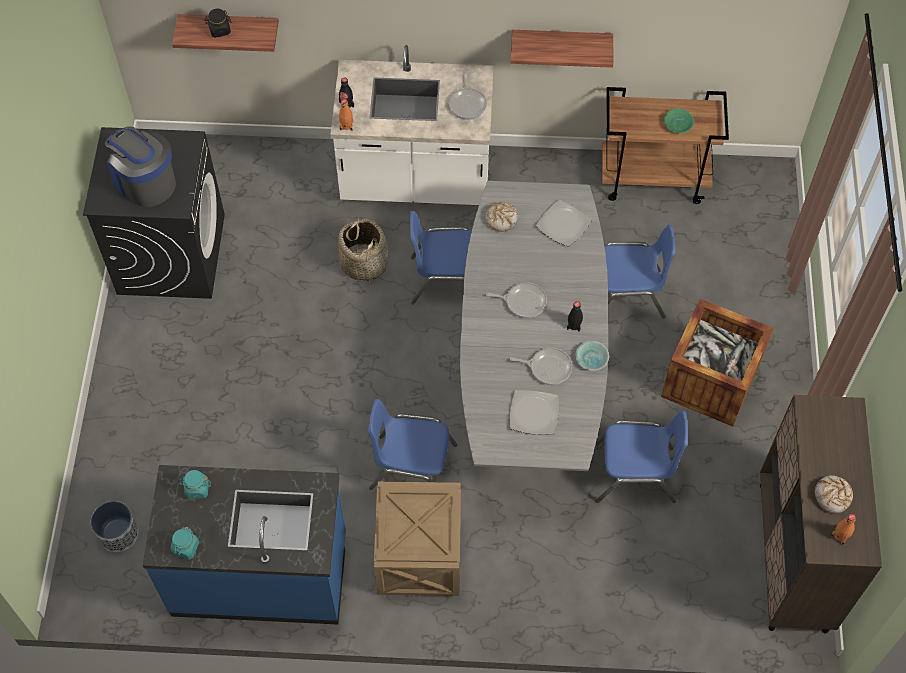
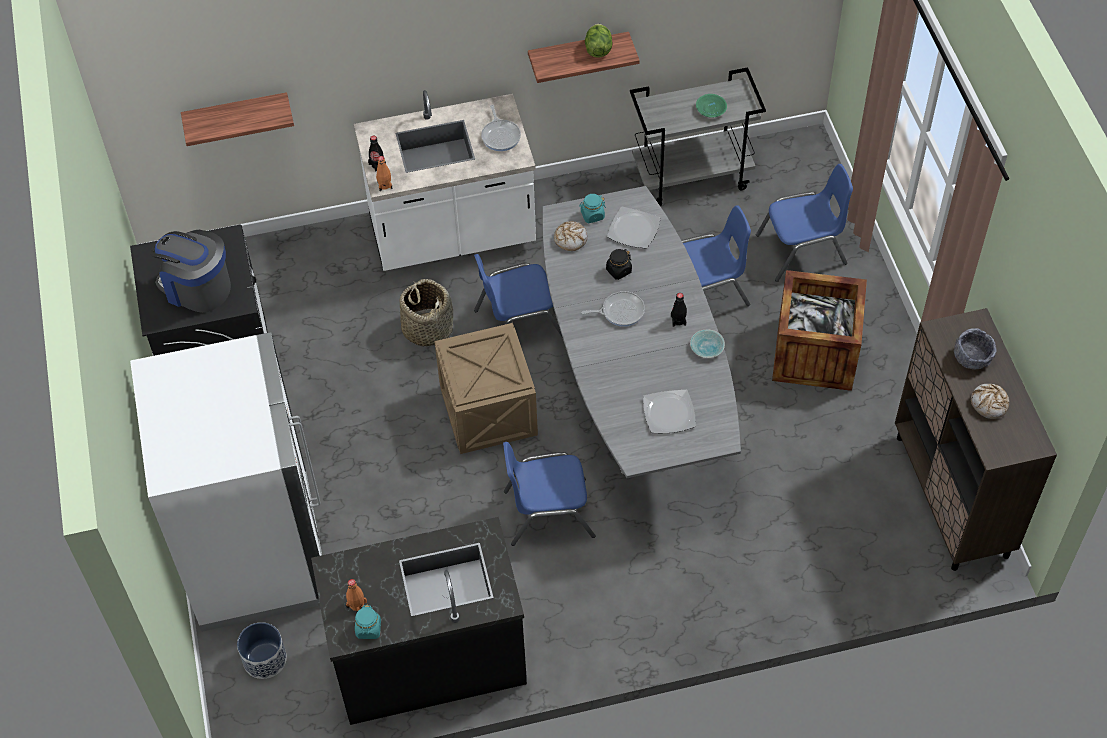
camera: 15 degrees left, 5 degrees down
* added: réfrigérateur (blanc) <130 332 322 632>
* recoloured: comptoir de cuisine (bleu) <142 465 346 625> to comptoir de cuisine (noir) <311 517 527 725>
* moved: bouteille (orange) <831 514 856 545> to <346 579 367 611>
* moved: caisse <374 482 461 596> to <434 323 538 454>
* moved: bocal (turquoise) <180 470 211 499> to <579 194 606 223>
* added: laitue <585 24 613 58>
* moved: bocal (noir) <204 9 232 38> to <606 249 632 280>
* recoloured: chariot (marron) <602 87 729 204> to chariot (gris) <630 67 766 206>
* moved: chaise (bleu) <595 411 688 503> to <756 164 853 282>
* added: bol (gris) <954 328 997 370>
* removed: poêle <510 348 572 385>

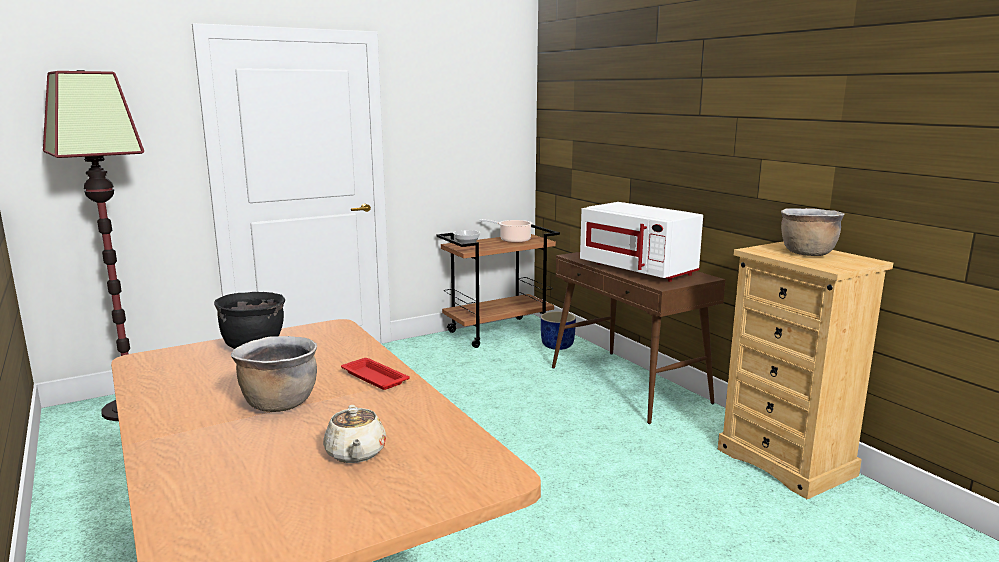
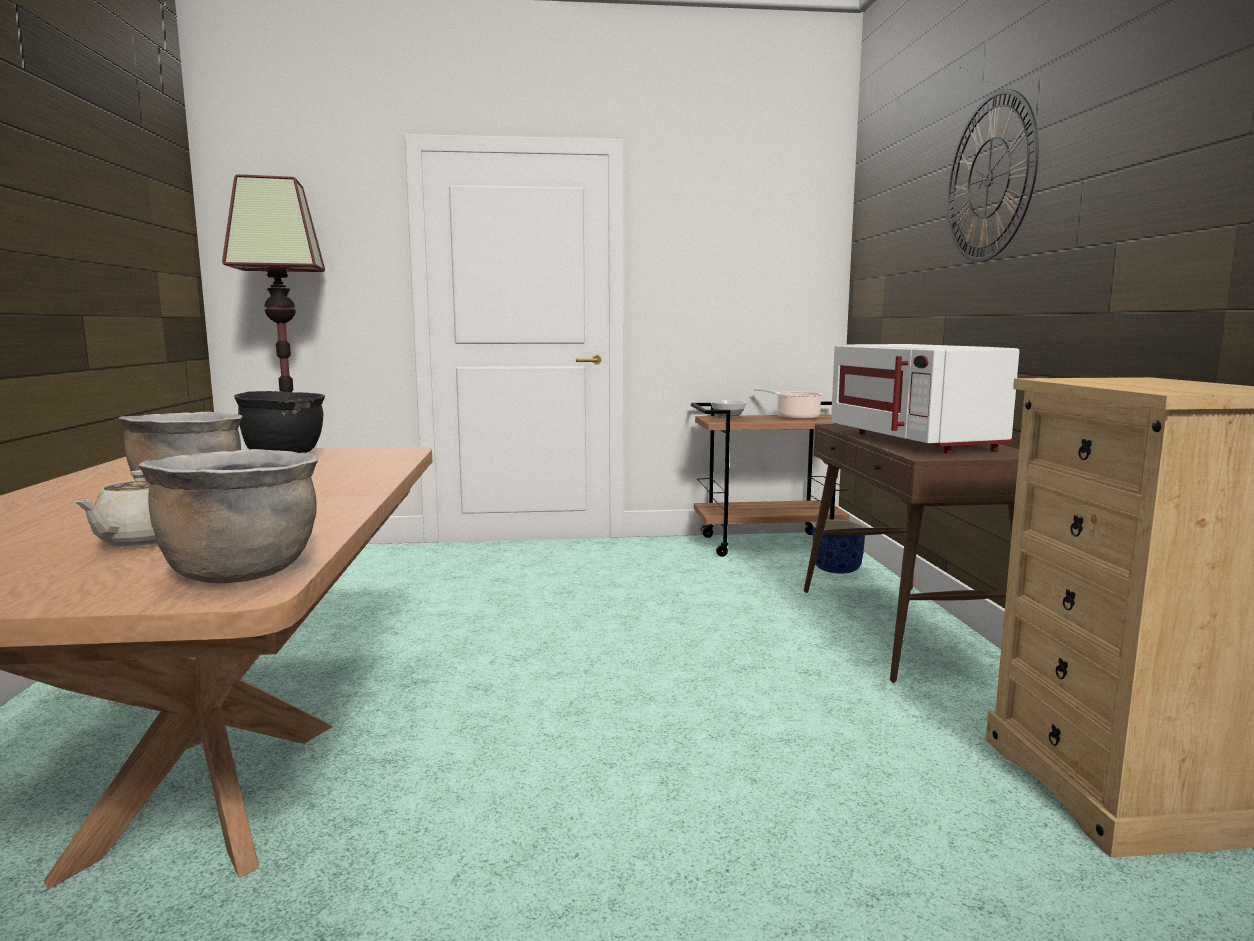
camera: 25 degrees right, 5 degrees down
* moved: marmite (marron) <781 208 845 256> to <139 449 318 583>
* added: horloge murale <947 89 1039 262>
* removed: plateau (rouge) <341 358 410 390>

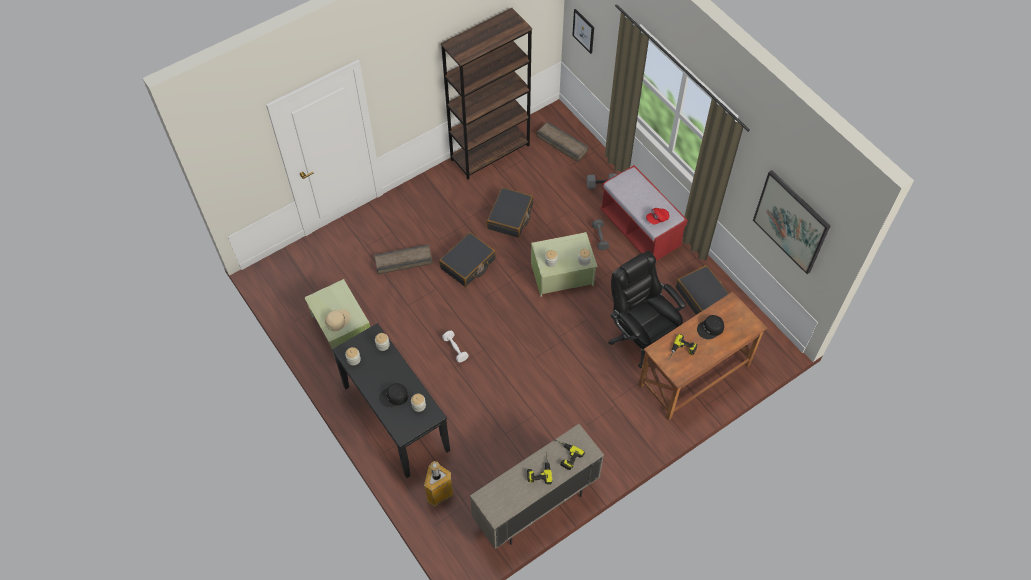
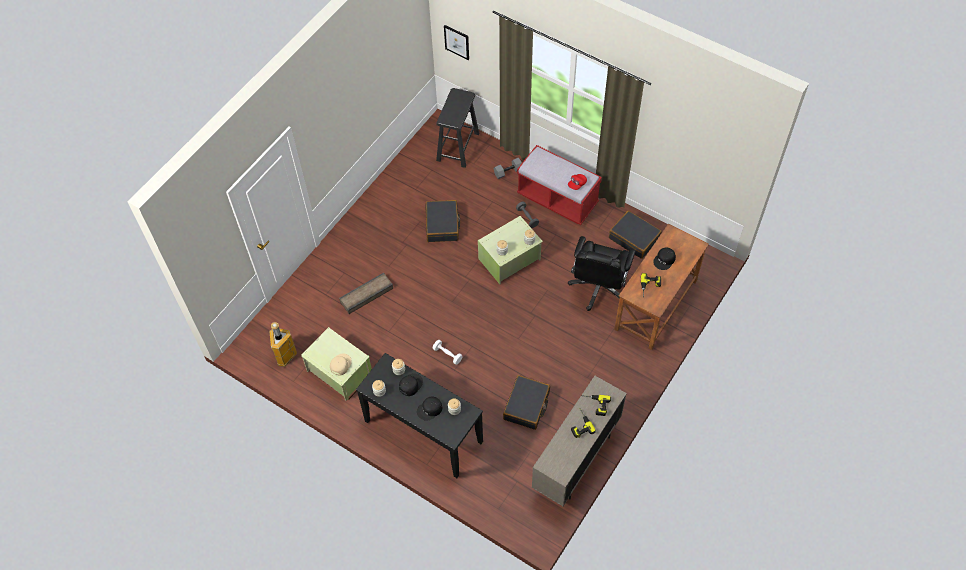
camera: 20 degrees left, 0 degrees up
* moved: poubelle <424 461 453 507> to <269 322 297 367>
* added: casquette (noir) <399 373 423 396>
* replaced: caisse <537 122 588 162> to tabouret (noir) <436 88 479 168>
* moved: valise (noir) <439 232 496 287> to <503 375 550 430>
* turned: chaise de bureau (noir) <608 251 686 368> = <568 236 635 311> 105 degrees counterclockwise
* removed: bibliothèque (marron) <441 8 532 179>
* removed: tableau <753 170 830 274>

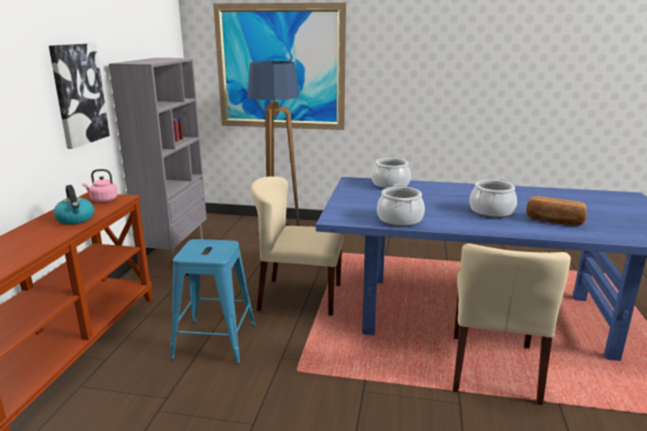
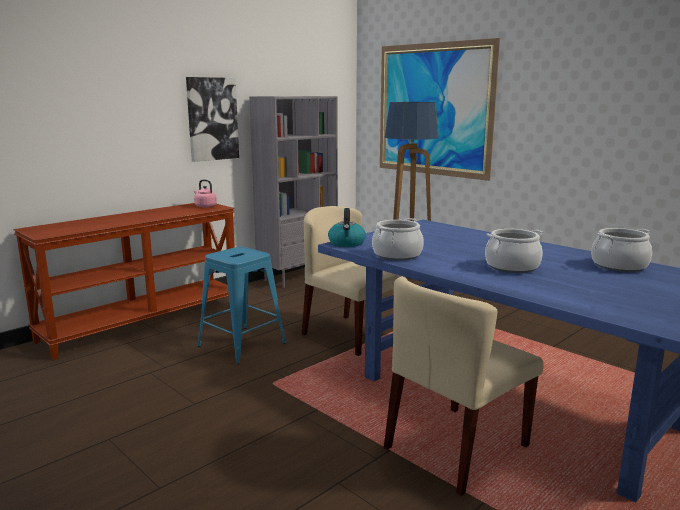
camera: 35 degrees right, 5 degrees down
* moved: bouilloire <53 185 94 224> to <328 208 366 247>
* moved: marmite <372 157 411 189> to <591 228 652 272>
* removed: pain <526 196 587 226>

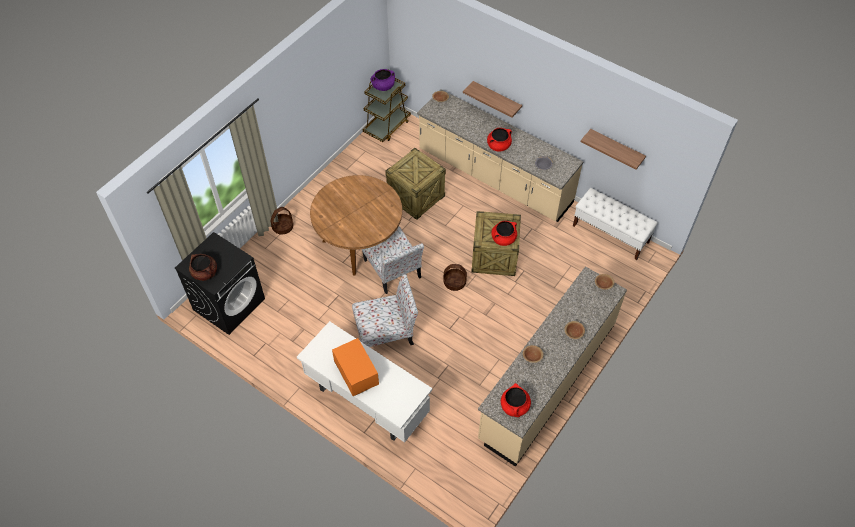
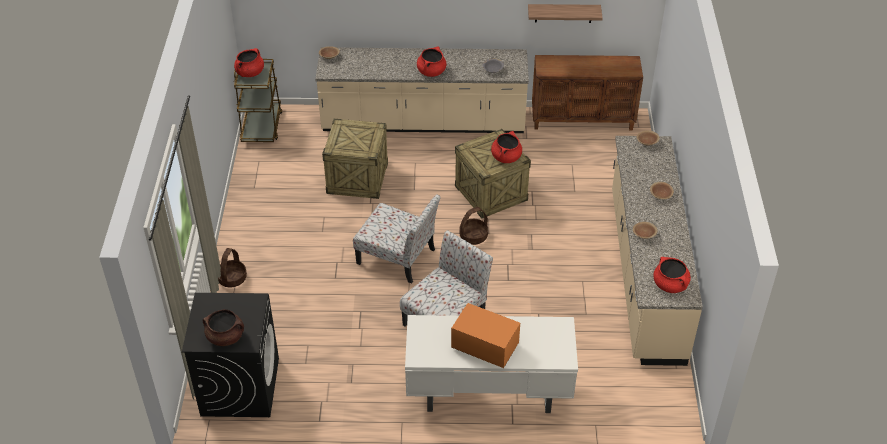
camera: 35 degrees left, 10 degrees down
* recoloured: marmite (violet) <371 69 395 91> to marmite (rouge) <234 48 264 77>
* replaced: banc (blanc) <573 188 658 260> to meuble de rangement (marron) <532 55 643 130>
* removed: table à manger (marron) <310 175 402 276>
* removed: étagère <463 81 522 117>

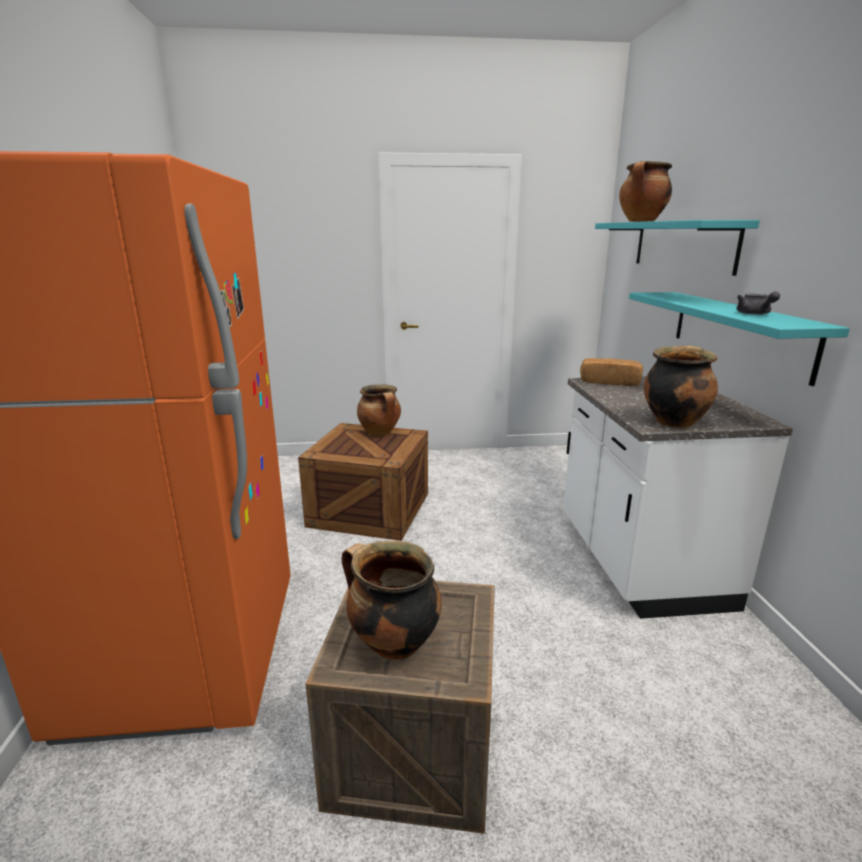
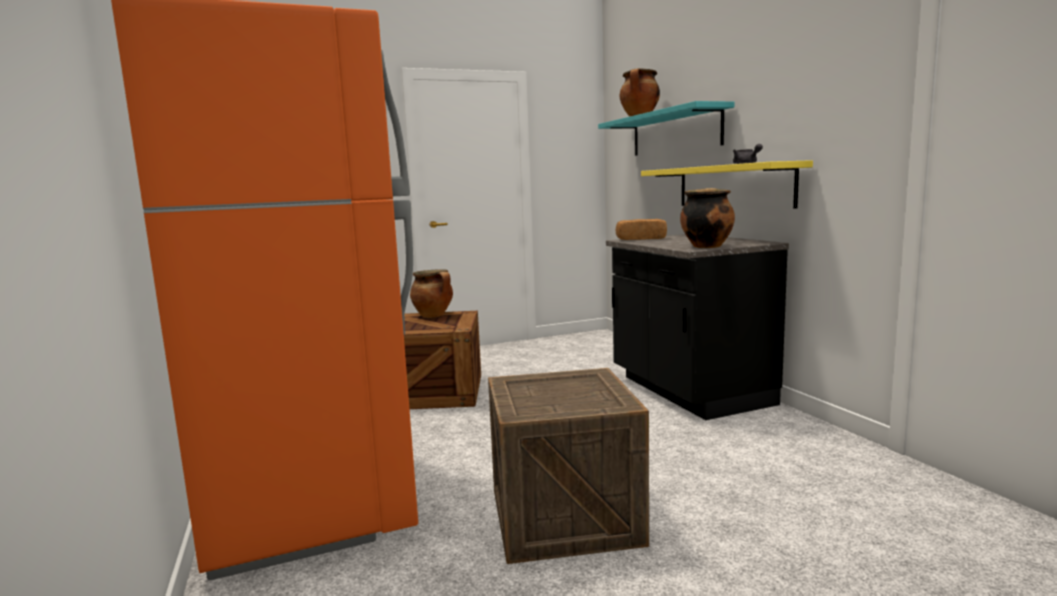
camera: 15 degrees left, 10 degrees down
* recoloured: comptoir de cuisine (blanc) <563 376 793 619> to comptoir de cuisine (noir) <606 234 789 420>
* recoloured: étagère (turquoise) <629 292 850 386> to étagère (jaune) <641 160 813 208>
* removed: marmite <342 541 442 660>

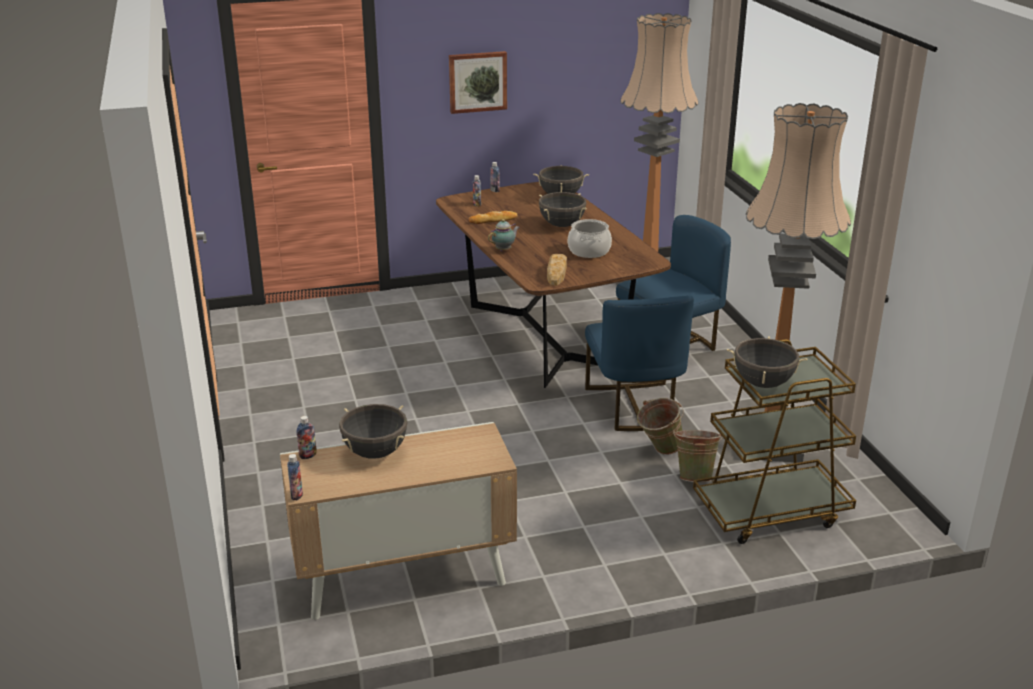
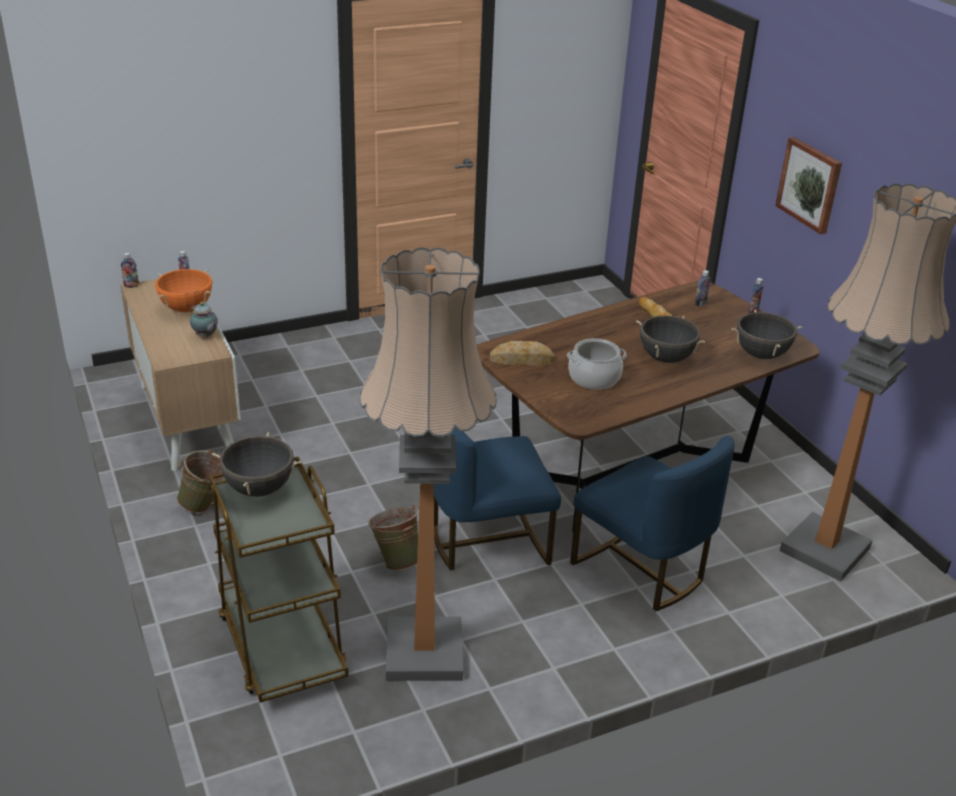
camera: 80 degrees right, 5 degrees up
* recoloured: marmite (noir) <339 404 408 459> to marmite (orange) <155 269 212 312>
* moved: seau (vert) <673 430 723 482> to <177 449 226 513>
* moved: théière <488 219 520 251> to <190 302 219 337>

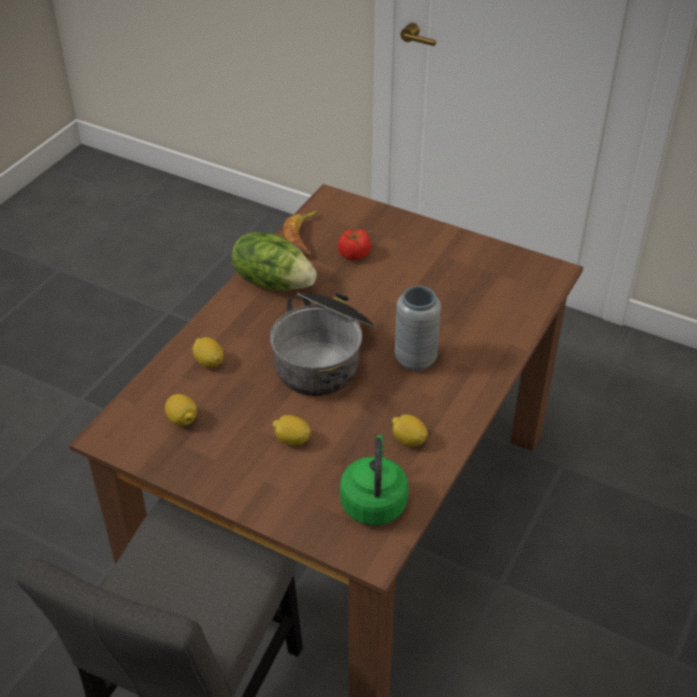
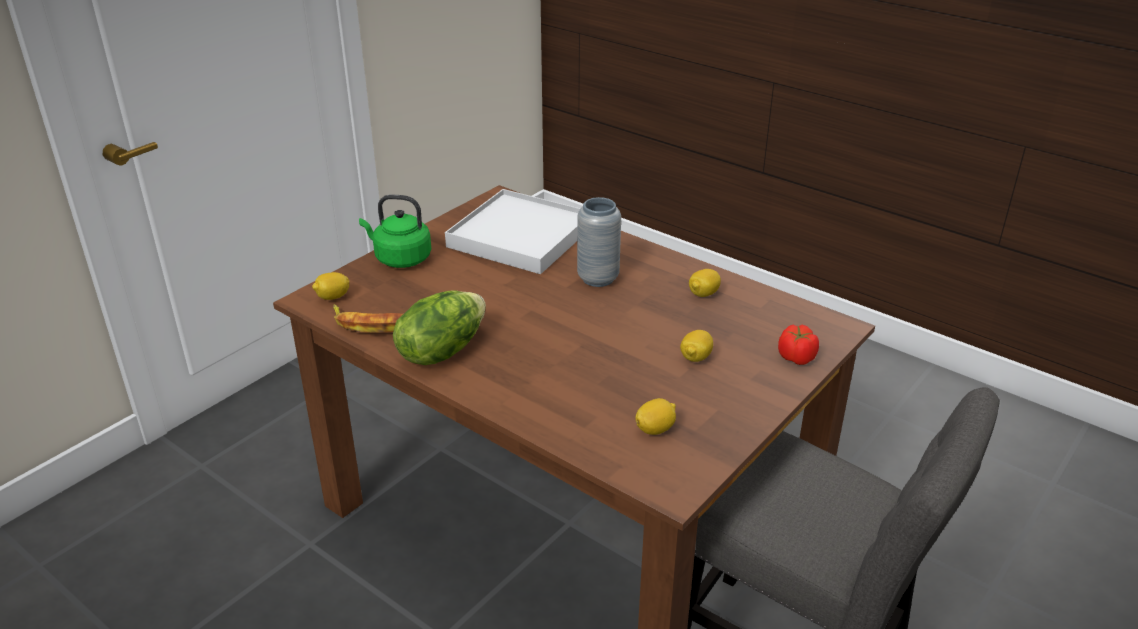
camera: 80 degrees left, 10 degrees down
* moved: citron <193 337 223 368> to <312 272 350 300>
* moved: bouilloire (vert) <340 435 409 525> to <359 195 431 268>
* added: plateau (blanc) <445 189 581 274>
* moved: tomate <338 229 371 260> to <778 324 819 365>
* removed: marmite <270 293 376 396>

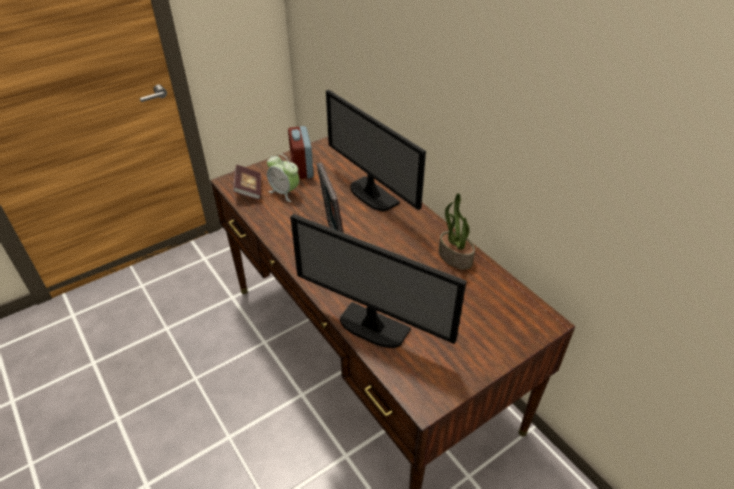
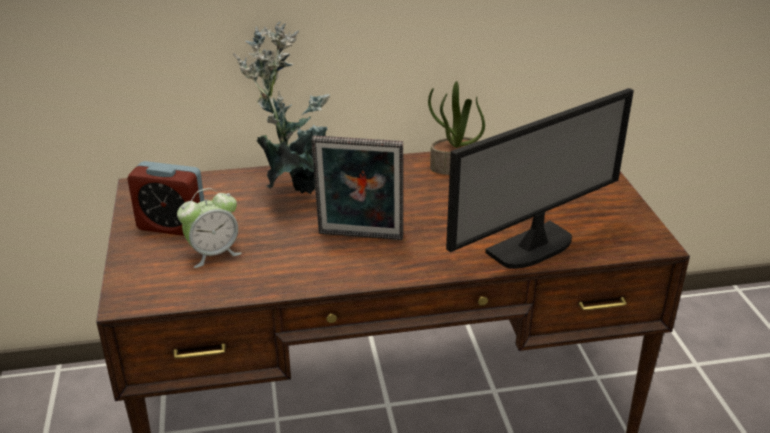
camera: 65 degrees left, 10 degrees down
* replaced: écran d'ordinateur <326 90 426 211> to plante en pot <233 22 330 194>
* removed: livre <233 165 261 200>

